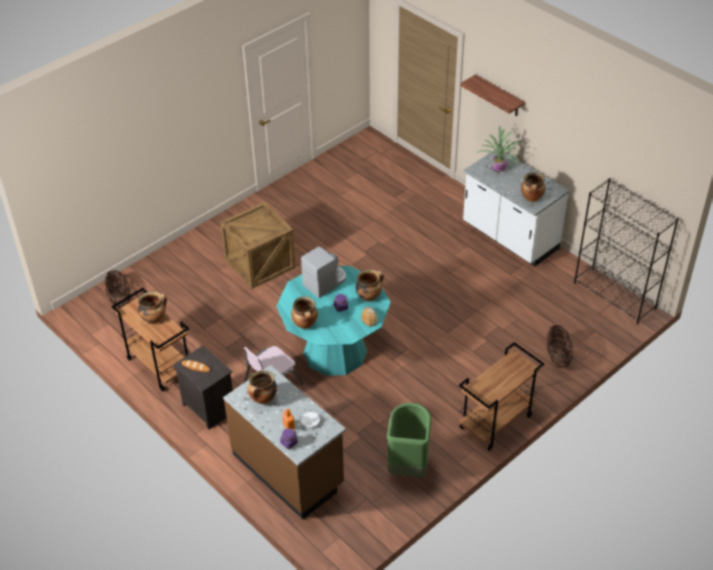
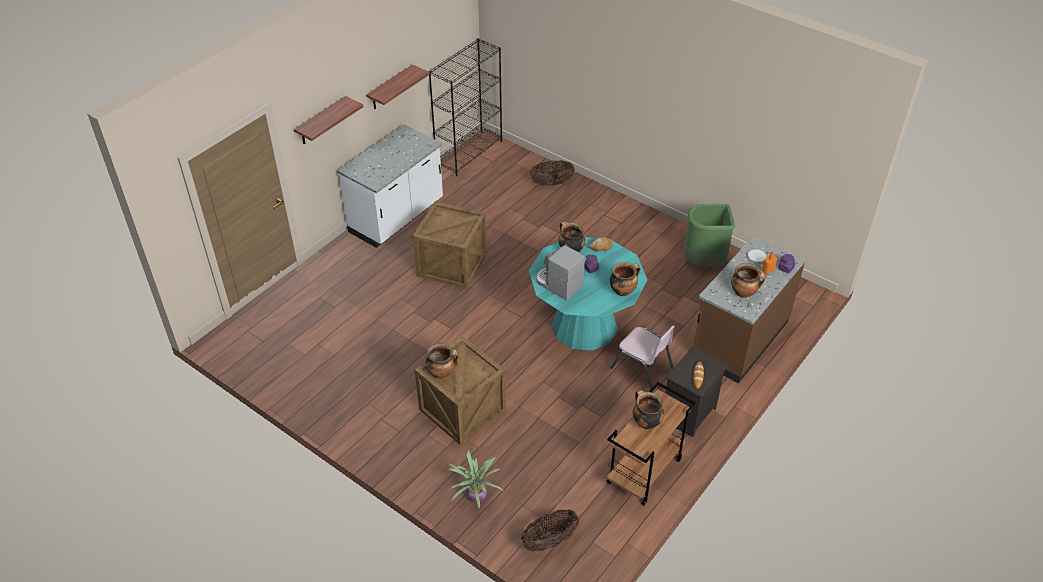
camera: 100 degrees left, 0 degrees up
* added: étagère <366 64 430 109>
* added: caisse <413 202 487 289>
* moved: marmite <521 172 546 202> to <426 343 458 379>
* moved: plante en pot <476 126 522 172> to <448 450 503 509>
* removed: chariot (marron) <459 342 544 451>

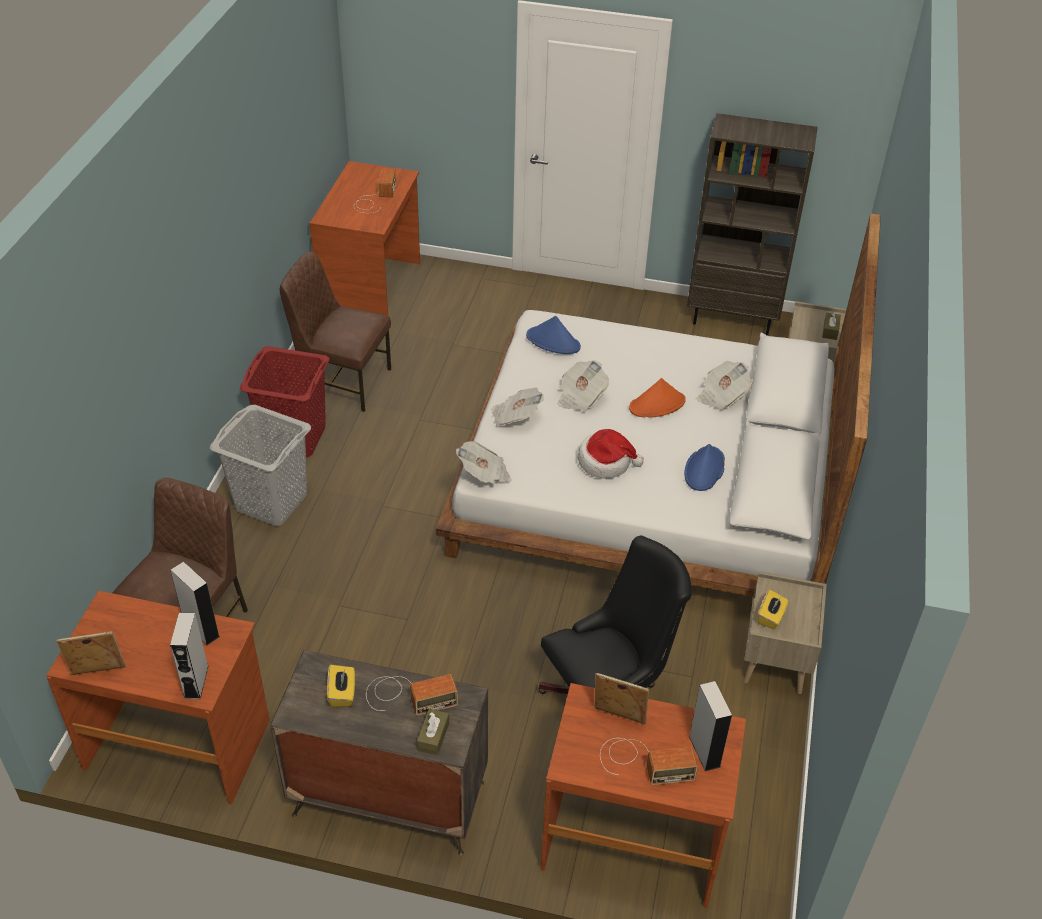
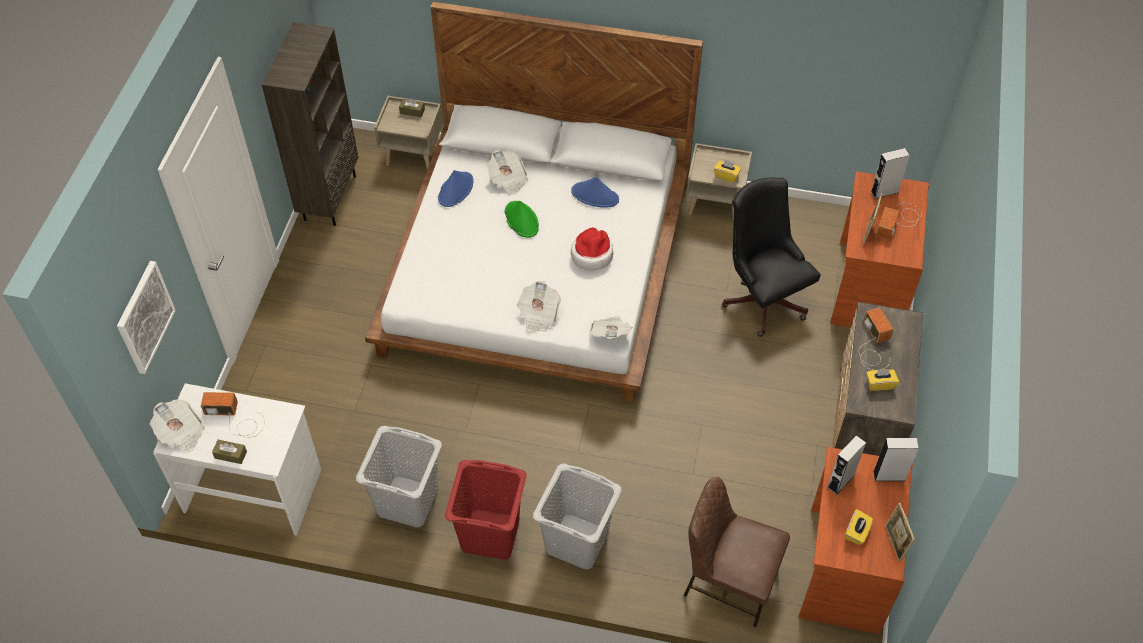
camera: 90 degrees left, 10 degrees up
* added: tableau <117 261 176 374>
* moved: journal <558 361 609 412> to <150 399 205 452>
* recoloured: bureau (marron) <309 161 420 316> to bureau (blanc) <153 383 321 535>
* moved: boîte à mouchoirs (marron) <417 709 449 756> to <212 440 247 464>
* replaced: chaise (marron) <280 252 391 412> to panier à linge (gris) <356 426 442 527>
* moved: chapeau (bleu) <526 316 581 354> to <438 170 474 207>
* recoloured: chapeau (orange) <629 378 686 418> to chapeau (vert) <505 201 539 238>
* added: boîte à mouchoirs (jaune) <845 509 873 545>
* turned: radio <600 738 698 785> = <876 203 922 240> 150 degrees counterclockwise

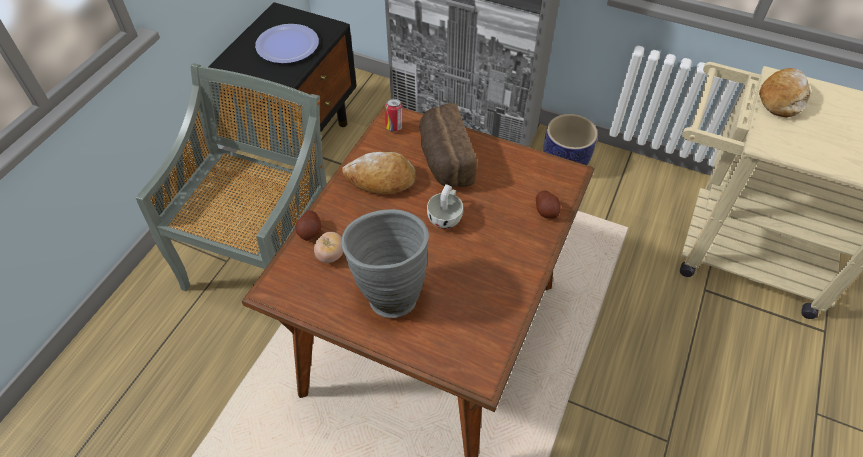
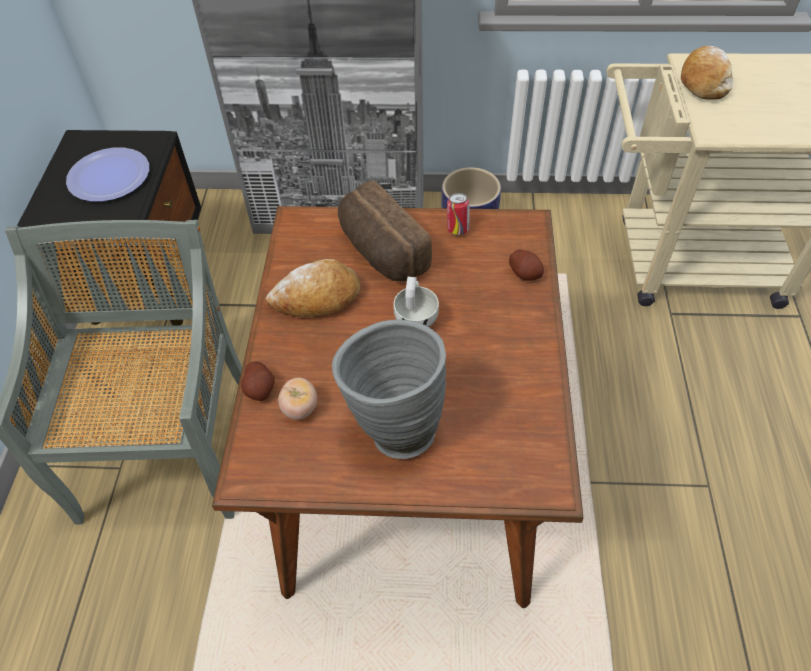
camera: 20 degrees left, 0 degrees up
* moved: boîte métallique <385 99 403 132> to <447 193 469 235>

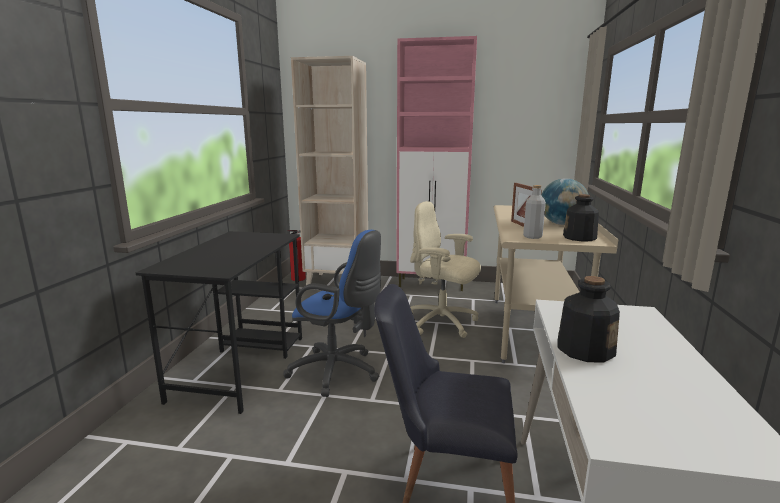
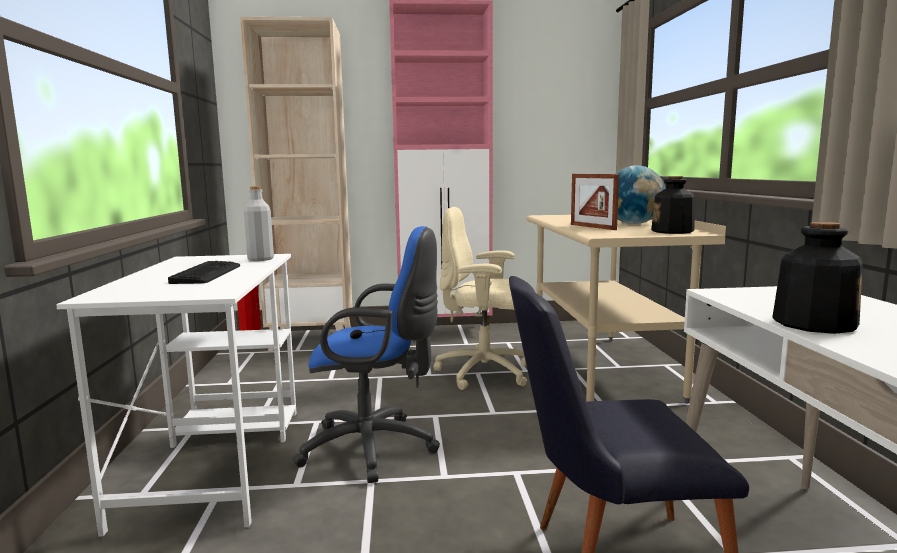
camera: 15 degrees left, 5 degrees down
* recoloured: bureau (noir) <136 231 302 414> to bureau (blanc) <56 254 296 537>
* added: clavier <168 261 240 284>
* moved: bouteille (gris) <523 185 546 239> to <244 186 274 261>

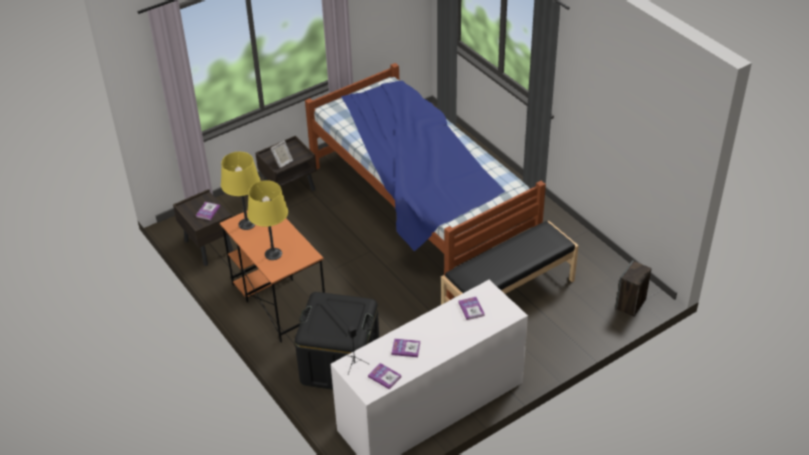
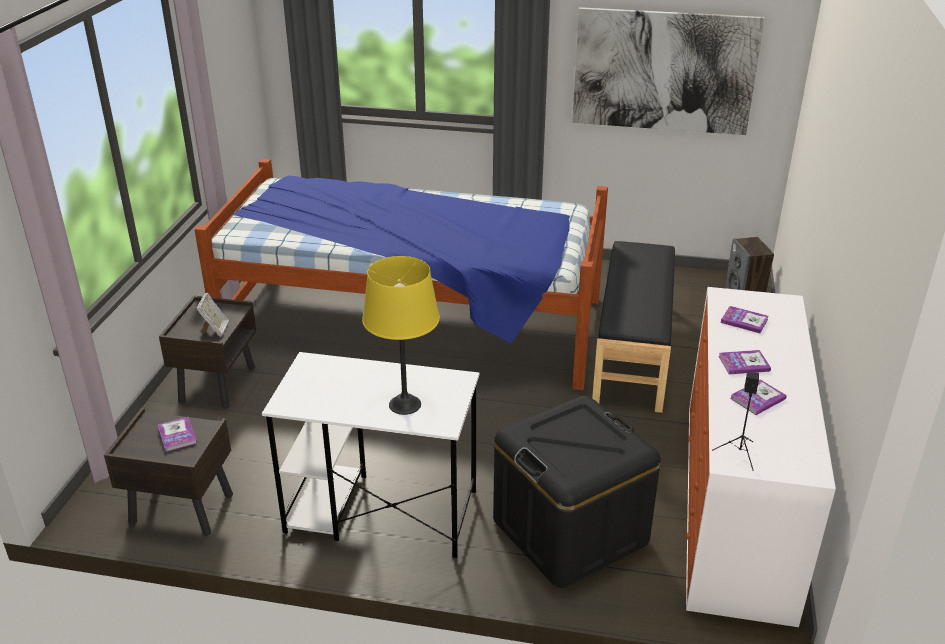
camera: 45 degrees left, 10 degrees down
* recoloured: bureau (orange) <220 210 325 343> to bureau (blanc) <262 352 480 558>
* added: tableau <572 7 765 135>
* moved: livre <368 363 401 389> to <718 350 771 374>
* removed: lampe de table (jaune) <221 152 260 230>

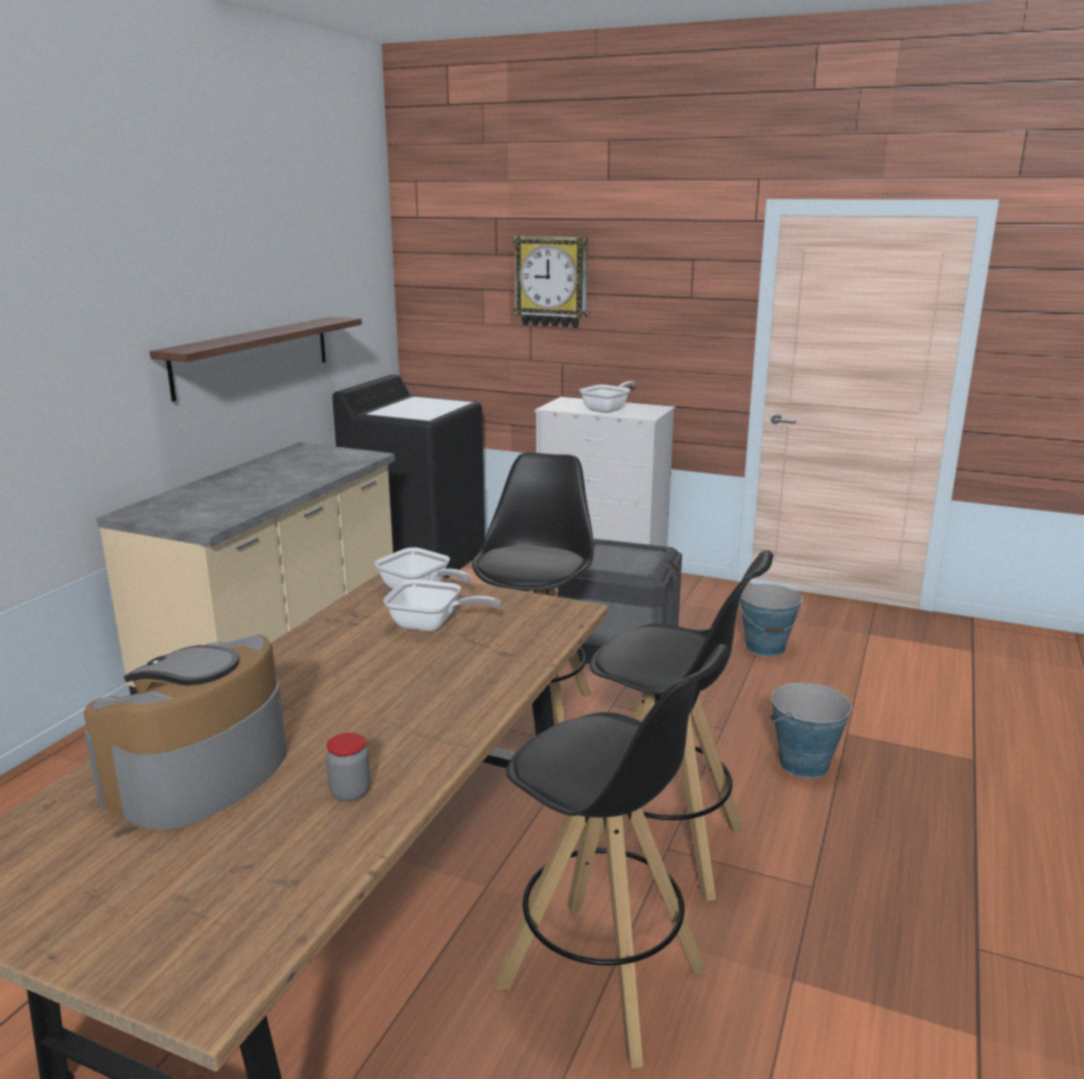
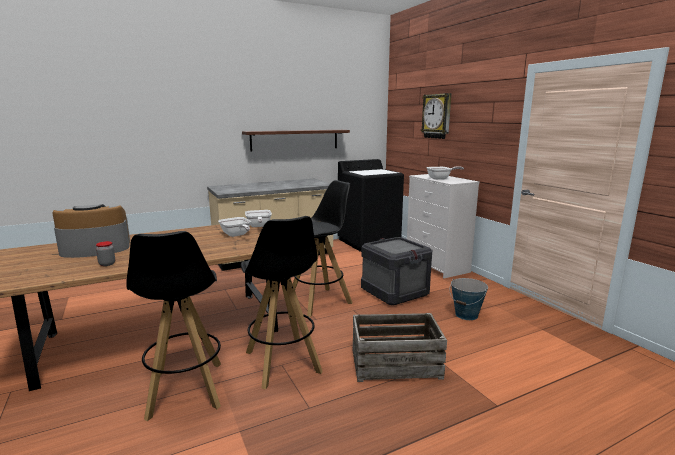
camera: 40 degrees right, 5 degrees down
* replaced: seau <769 683 852 778> to caisse <352 313 447 382>

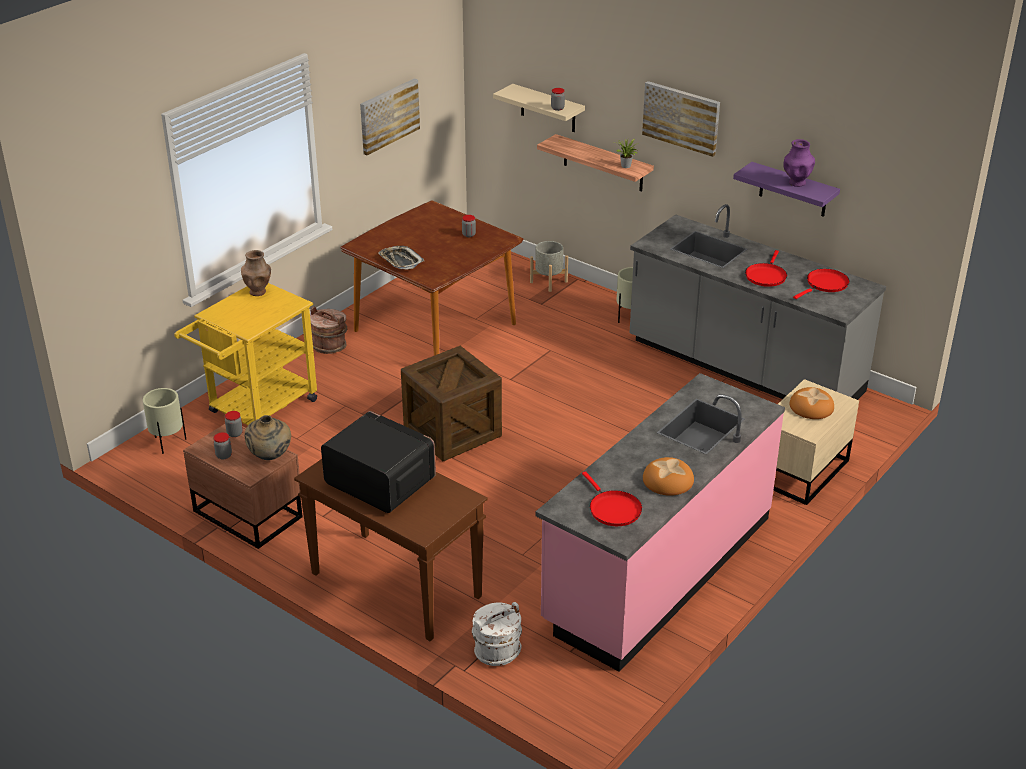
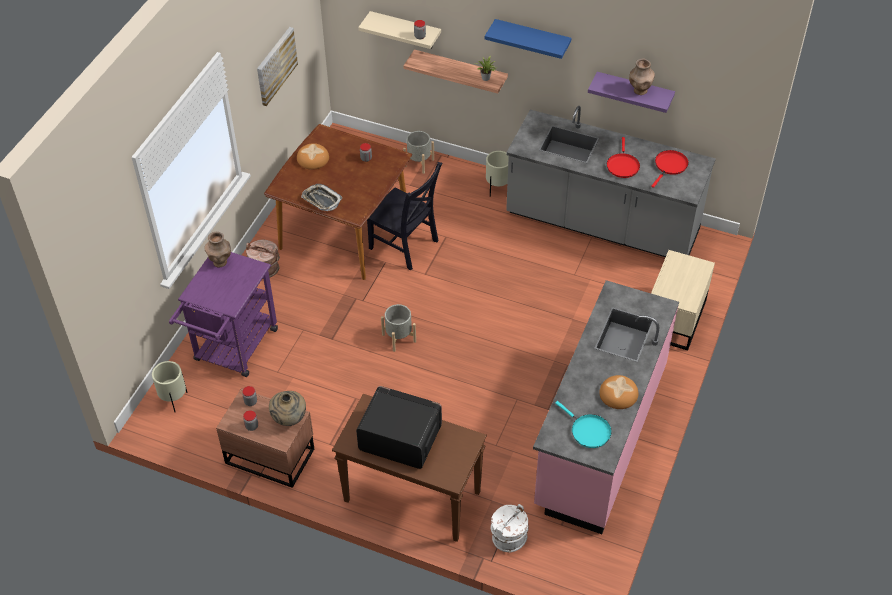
camera: 15 degrees left, 15 degrees up
* recoloured: chariot (jaune) <174 283 317 425> to chariot (violet) <169 252 278 377>
* moved: pain <790 387 834 419> to <297 143 329 170>
* added: chaise (noir) <367 162 442 271>
* replaced: caisse <401 346 502 462> to cache-pot (gris) <381 304 416 352>
* replaced: tableau <642 81 720 157> to étagère (bleu) <485 19 571 59>
* recoloured: poêle (rouge) <582 471 642 526> to poêle (turquoise) <555 401 612 448>
* recoloured: vase (violet) <783 139 815 187> to vase (marron) <629 58 655 95>

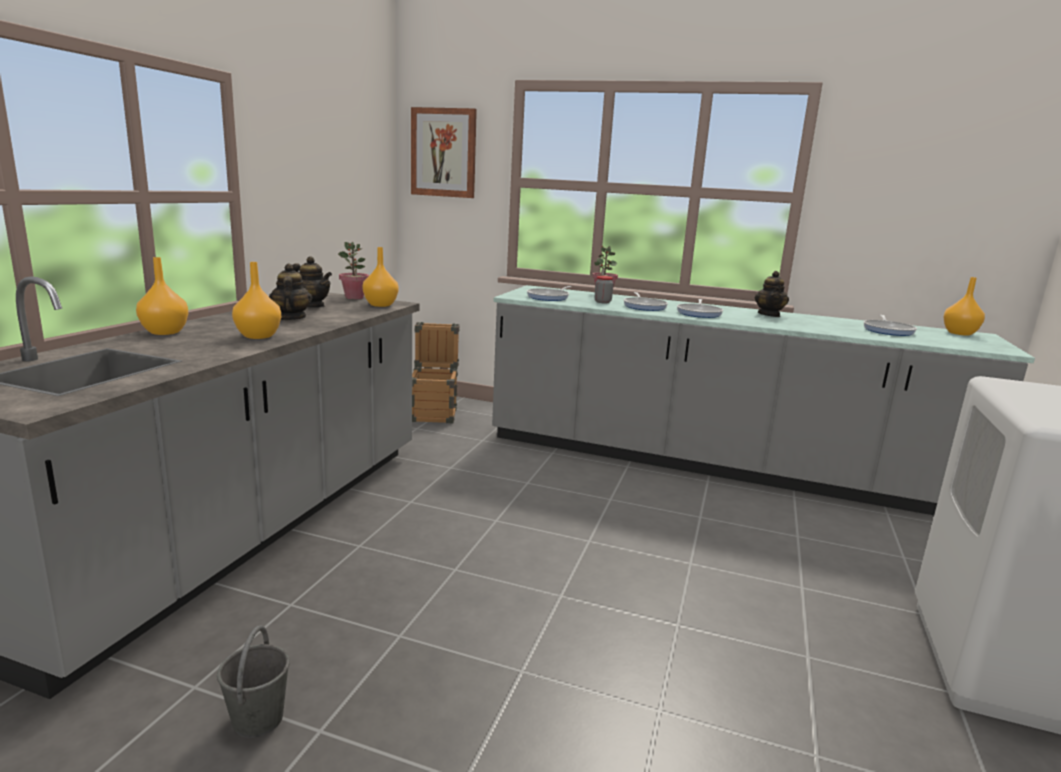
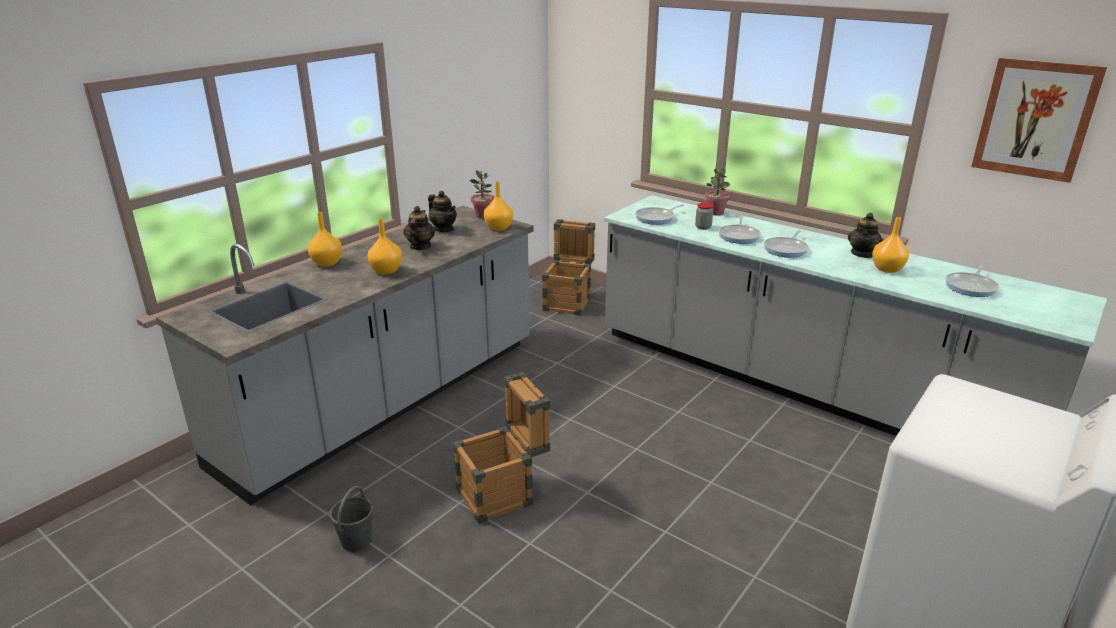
camera: 20 degrees right, 10 degrees up
* added: caisse <453 372 550 524>
* moved: vase (orange) <943 277 985 336> to <872 217 909 273>
* moved: tableau <411 107 477 198> to <971 58 1107 183>

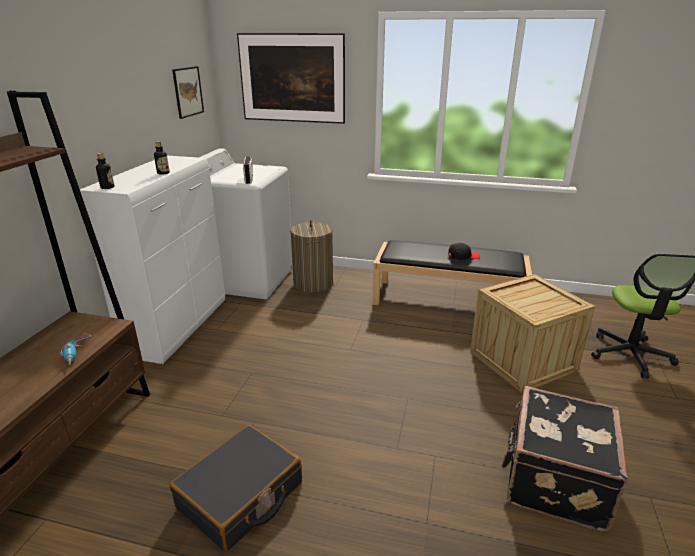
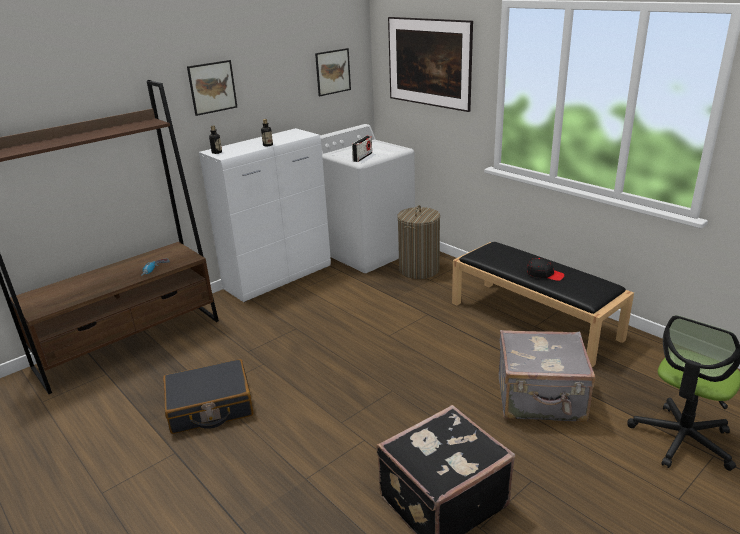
camera: 35 degrees right, 0 degrees up
* added: tableau <187 60 237 116>
* replaced: caisse <470 274 595 393> to valise (gris) <498 330 596 422>

